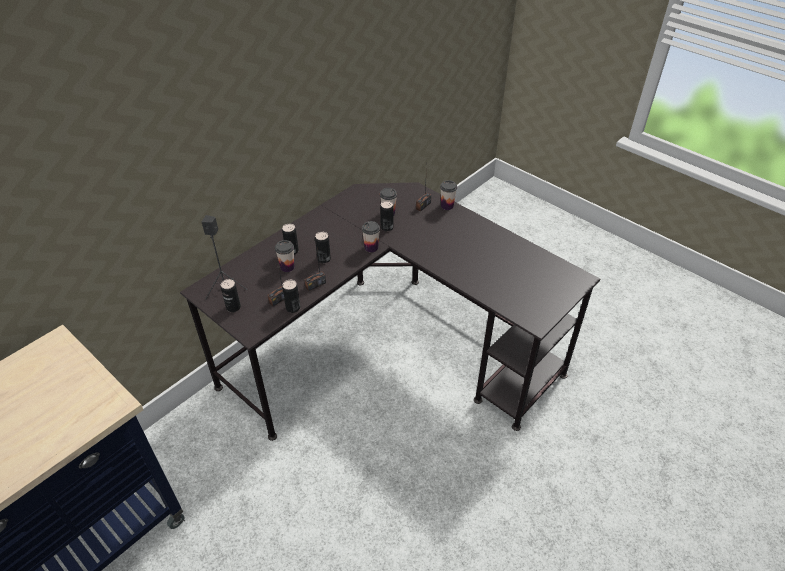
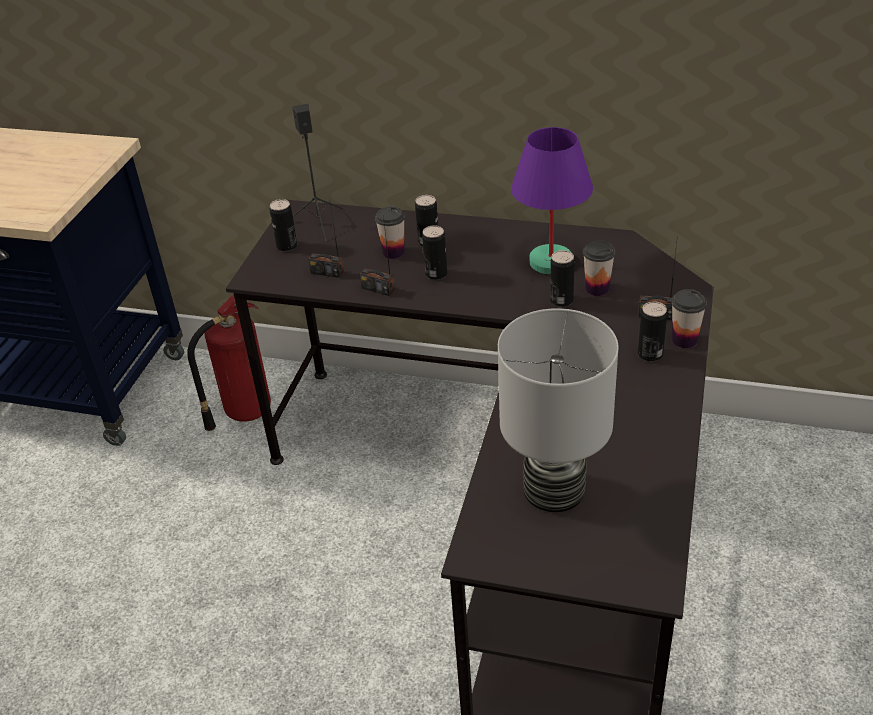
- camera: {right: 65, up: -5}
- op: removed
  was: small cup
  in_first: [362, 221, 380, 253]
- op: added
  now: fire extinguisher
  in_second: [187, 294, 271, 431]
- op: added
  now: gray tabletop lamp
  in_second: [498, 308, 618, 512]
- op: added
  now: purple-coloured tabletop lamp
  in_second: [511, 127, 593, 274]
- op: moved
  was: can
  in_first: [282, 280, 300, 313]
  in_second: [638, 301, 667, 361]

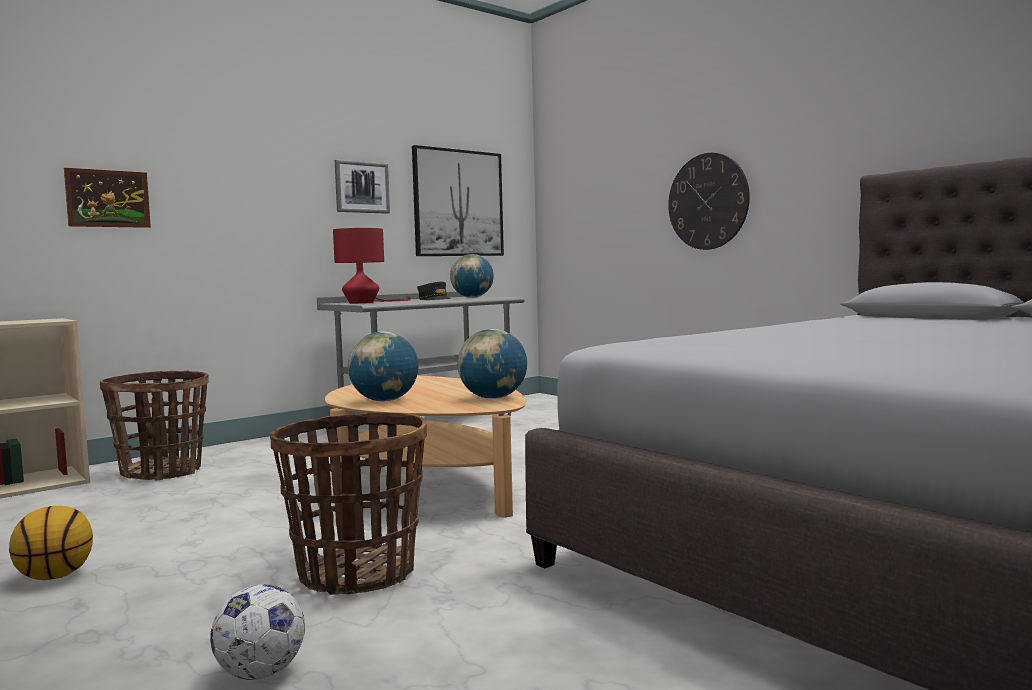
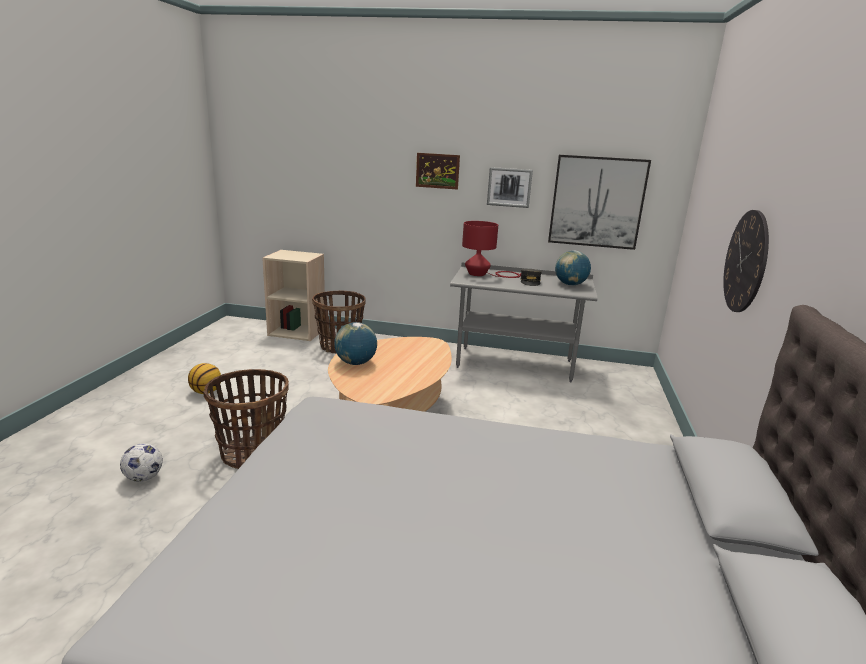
- camera: {right: 50, up: 15}
- op: removed
  was: world globe
  in_first: [457, 329, 527, 399]
- op: moved
  was: wall art
  in_first: [64, 168, 151, 228]
  in_second: [416, 153, 460, 190]

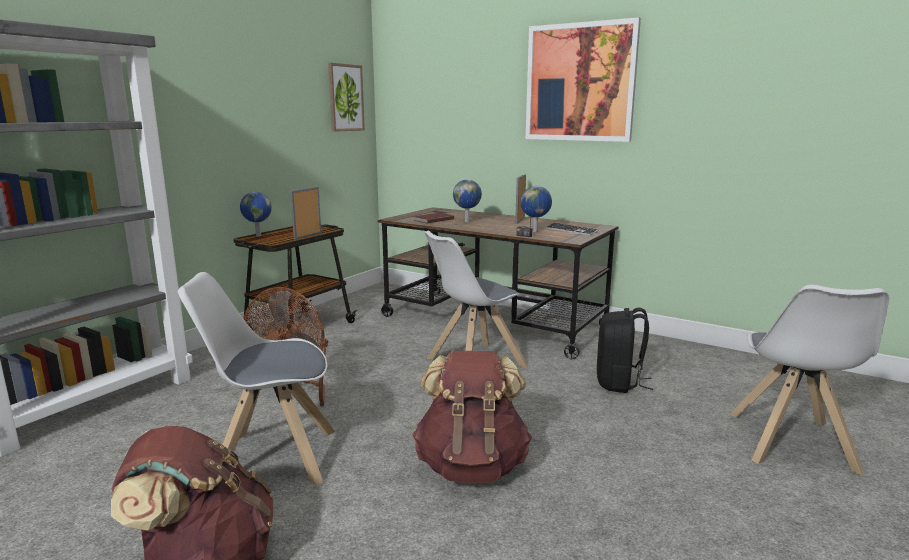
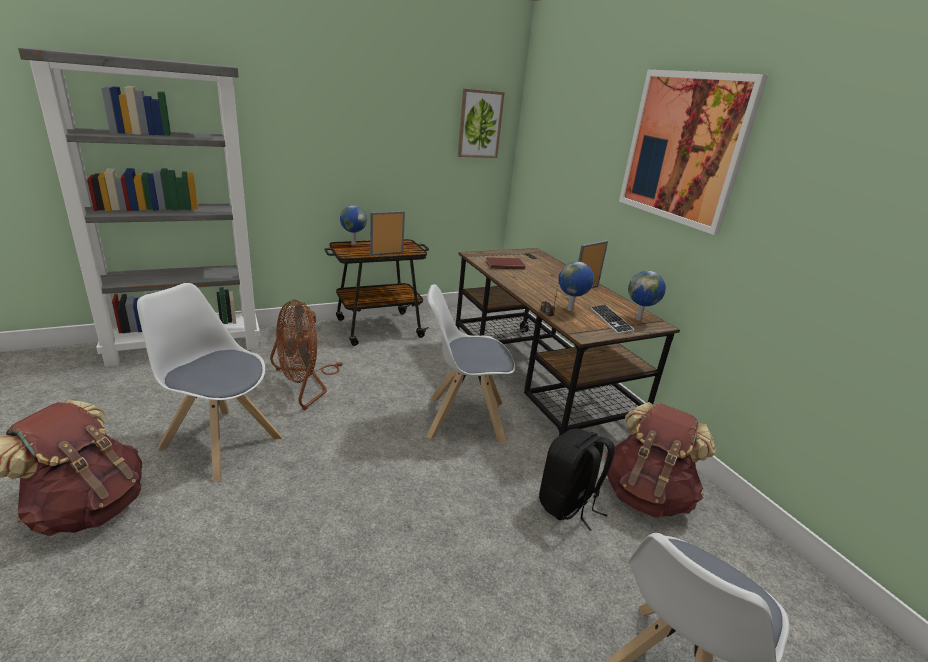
- camera: {right: 30, up: 10}
- op: moved
  was: brown-coloured backpack
  in_first: [413, 351, 532, 483]
  in_second: [604, 402, 716, 518]
- op: moved
  was: world globe
  in_first: [453, 180, 482, 222]
  in_second: [628, 271, 666, 321]

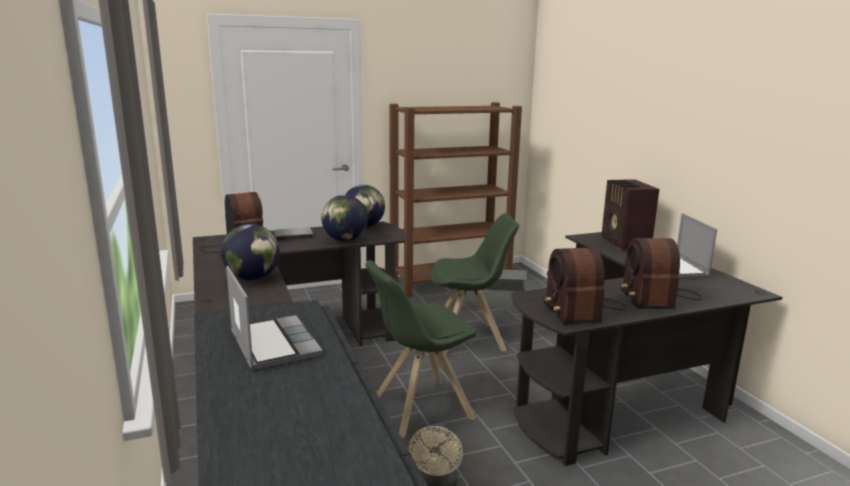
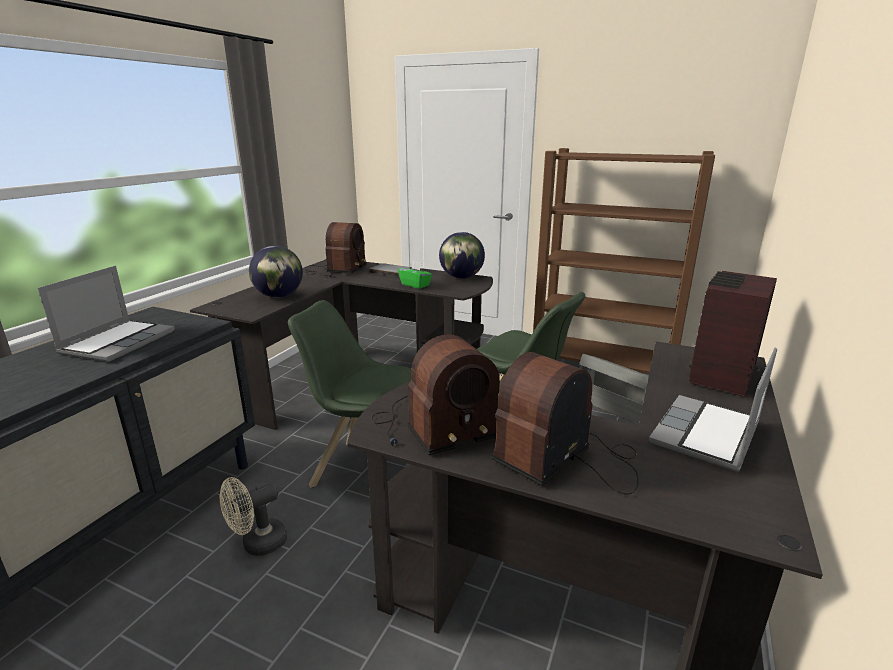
- camera: {right: 45, up: 5}
- op: replaced
  was: world globe
  now: greenish tissue holder
  in_first: [321, 195, 368, 242]
  in_second: [398, 261, 432, 289]
- op: turned
  was: radio receiver
  in_first: [544, 247, 627, 325]
  in_second: [371, 334, 500, 455]
  clockwise: -150

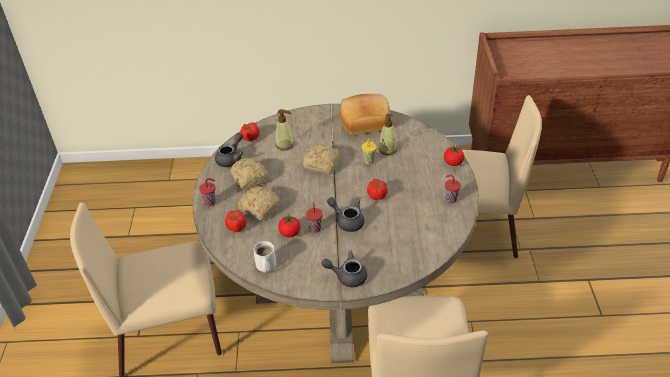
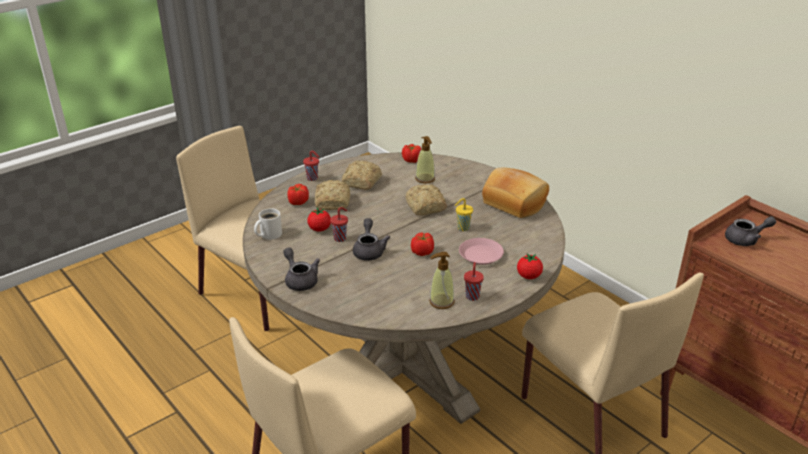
- camera: {right: 50, up: -10}
- op: added
  now: pink-coloured flat dish
  in_second: [459, 238, 504, 265]
- op: moved
  was: gray teapot
  in_first: [215, 133, 243, 167]
  in_second: [725, 216, 776, 246]
- op: moved
  was: liquid soap bottle
  in_first: [379, 114, 397, 155]
  in_second: [429, 252, 455, 309]

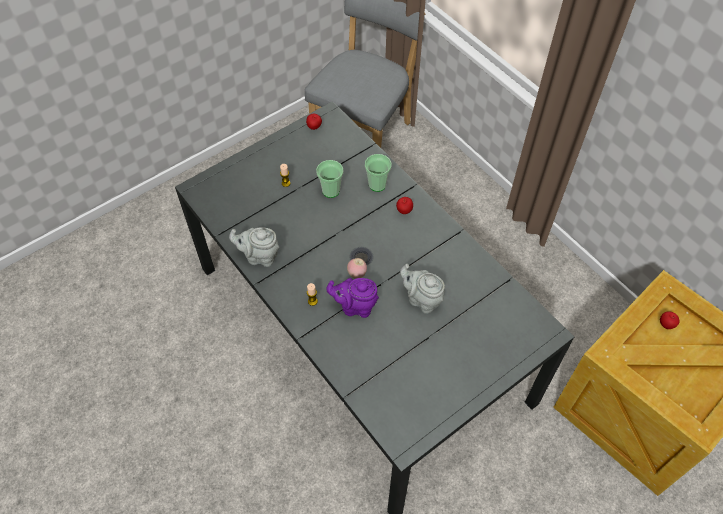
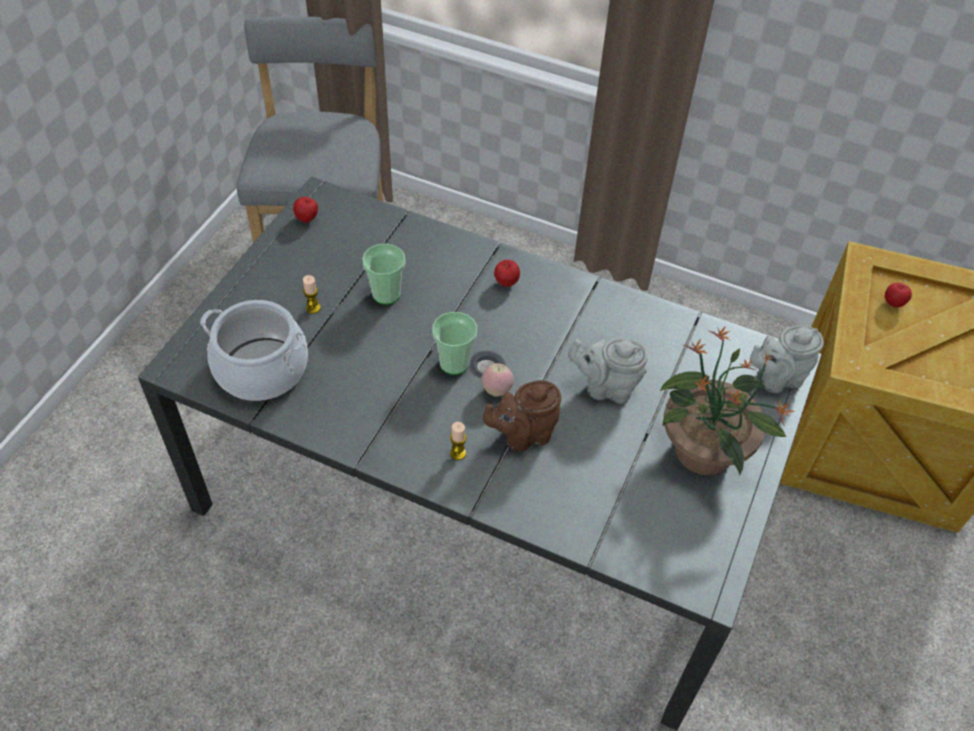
- camera: {right: -30, up: -5}
- op: added
  now: saucepot
  in_second: [200, 300, 308, 401]
- op: added
  now: plant in a pot
  in_second: [660, 326, 795, 475]
- op: moved
  was: gray teapot
  in_first: [229, 227, 280, 267]
  in_second: [750, 325, 824, 393]
- op: moved
  was: small cup
  in_first: [365, 154, 392, 192]
  in_second: [432, 312, 477, 375]
- op: recoloured
  was: purple-coloured teapot
  now: brown-coloured teapot
  in_first: [326, 278, 379, 318]
  in_second: [483, 380, 561, 452]

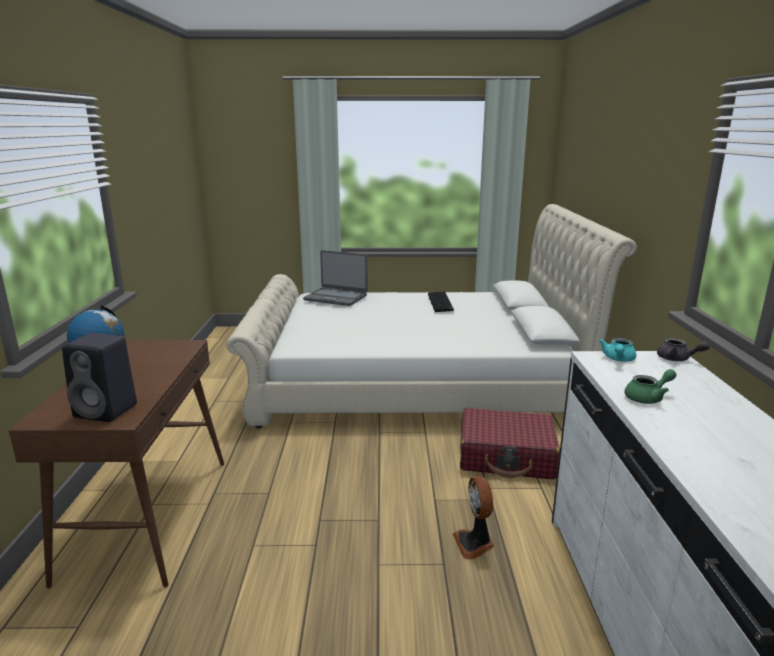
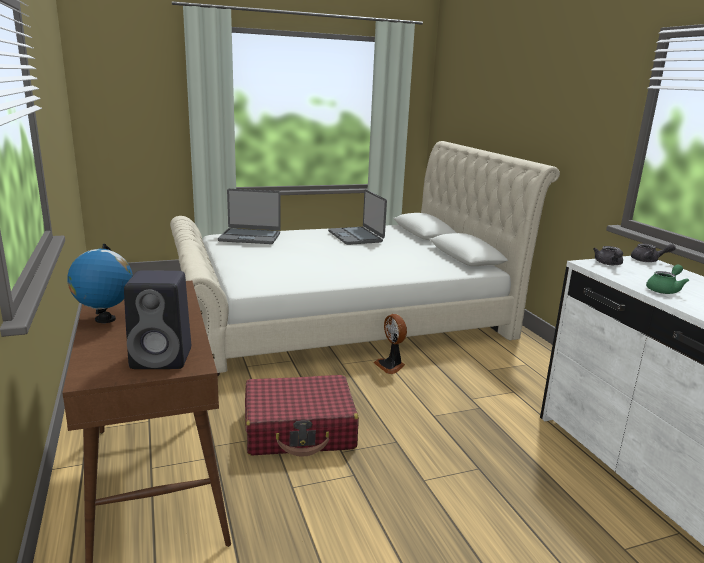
- camera: {right: -20, up: 0}
- op: moved
  was: cooling fan
  in_first: [453, 476, 494, 560]
  in_second: [373, 314, 407, 374]
- op: moved
  was: reddish suitcase
  in_first: [460, 408, 560, 479]
  in_second: [245, 375, 359, 457]
- op: replaced
  was: computer keyboard
  now: laptop
  in_first: [428, 291, 454, 312]
  in_second: [328, 189, 387, 245]
- op: recoloured
  was: turquoise teapot
  now: gray teapot
  in_first: [599, 338, 636, 362]
  in_second: [593, 246, 623, 265]

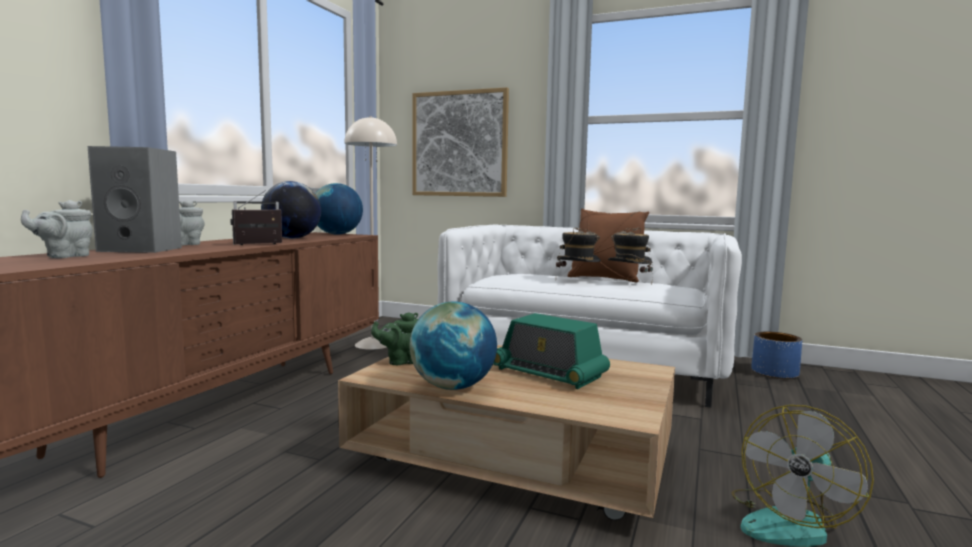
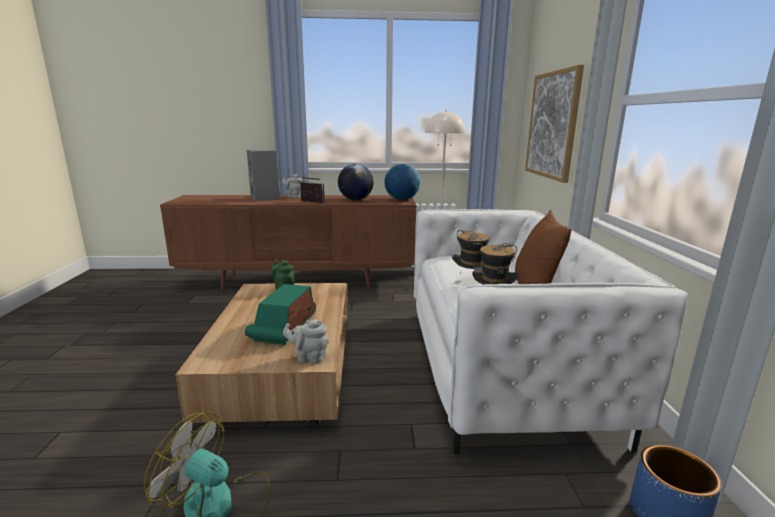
- camera: {right: 65, up: 10}
- op: removed
  was: world globe
  in_first: [409, 301, 497, 390]
- op: moved
  was: gray teapot
  in_first: [21, 200, 93, 258]
  in_second: [283, 319, 329, 363]

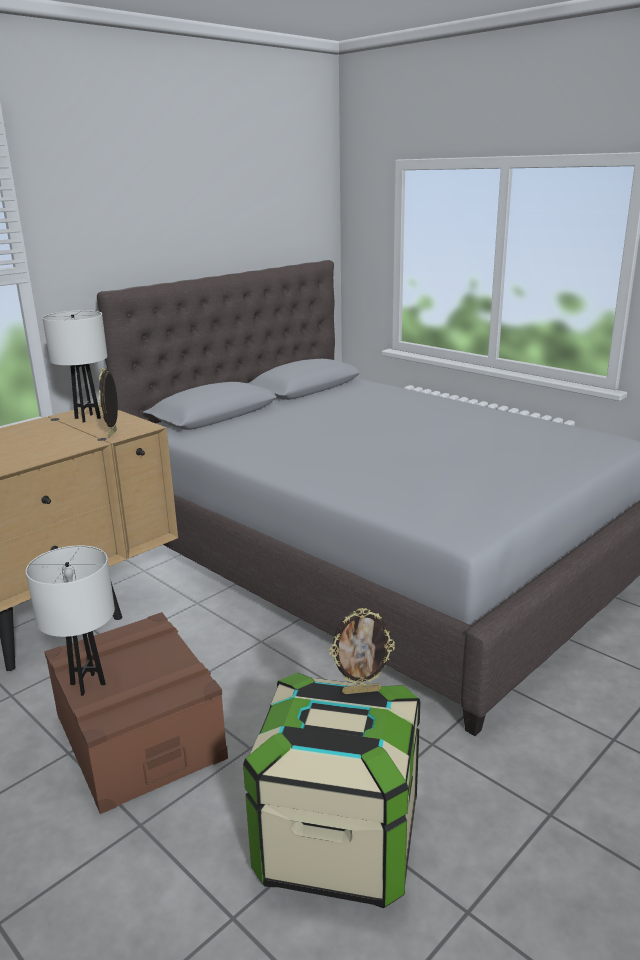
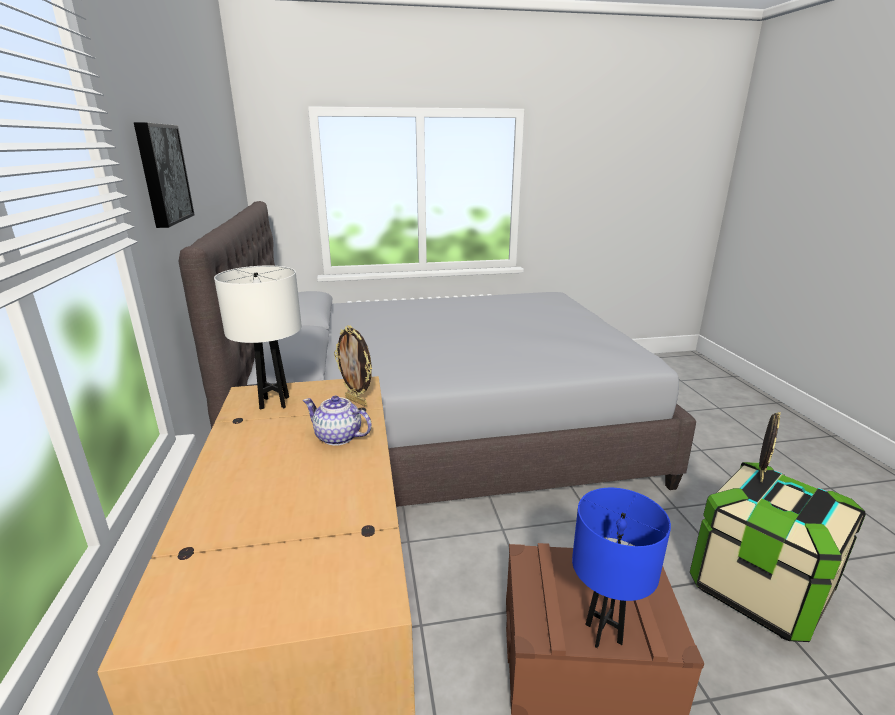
- camera: {right: -55, up: 0}
- op: added
  now: wall art
  in_second: [134, 122, 195, 228]
- op: added
  now: teapot
  in_second: [303, 396, 372, 446]
- op: recoloured
  was: white tabletop lamp
  now: bluish tabletop lamp
  in_first: [26, 545, 115, 696]
  in_second: [572, 488, 671, 648]

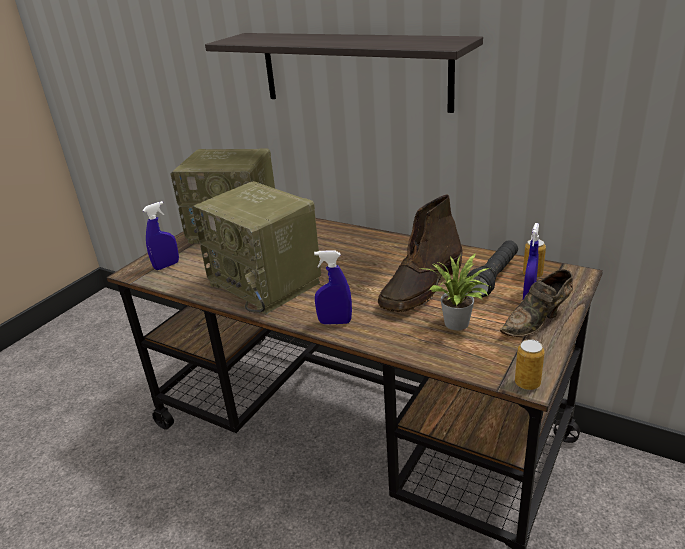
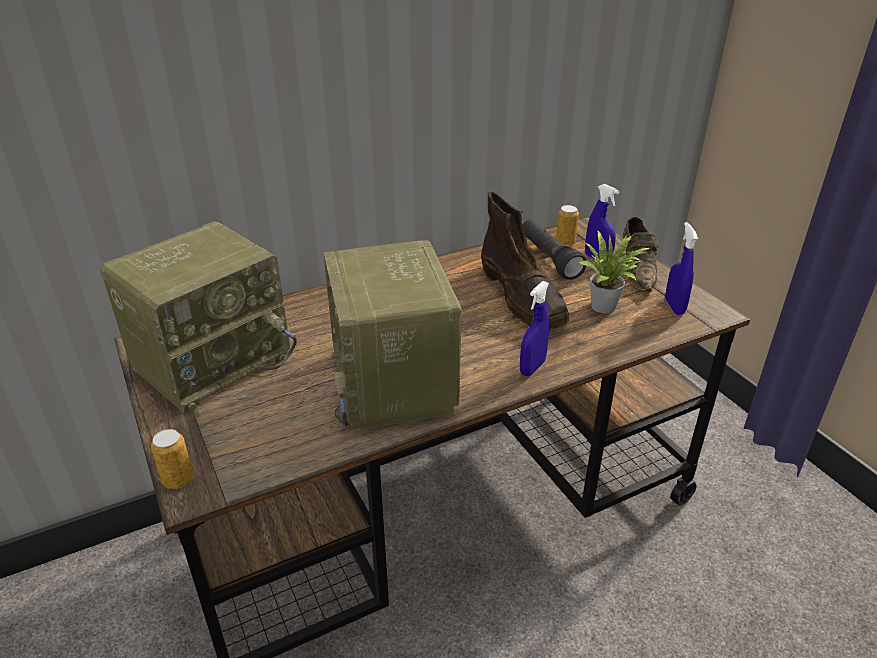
- camera: {right: -60, up: 5}
- op: removed
  was: wall shelf
  in_first: [205, 33, 483, 113]
- op: moved
  was: bluish spray bottle
  in_first: [143, 201, 179, 270]
  in_second: [665, 222, 698, 315]
- op: moved
  was: can
  in_first: [515, 339, 544, 390]
  in_second: [151, 429, 193, 489]
- op: turned
  was: radio receiver
  in_first: [192, 181, 321, 314]
  in_second: [324, 240, 462, 431]
  clockwise: 90

